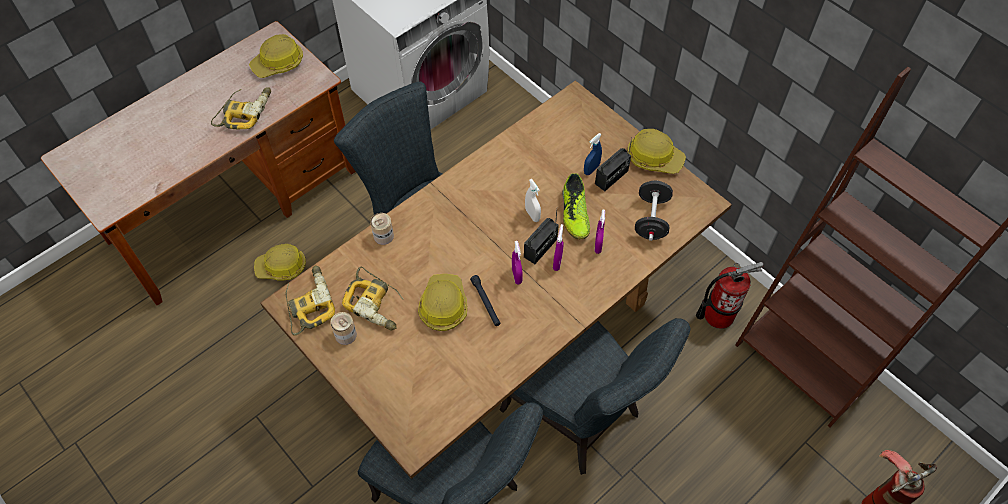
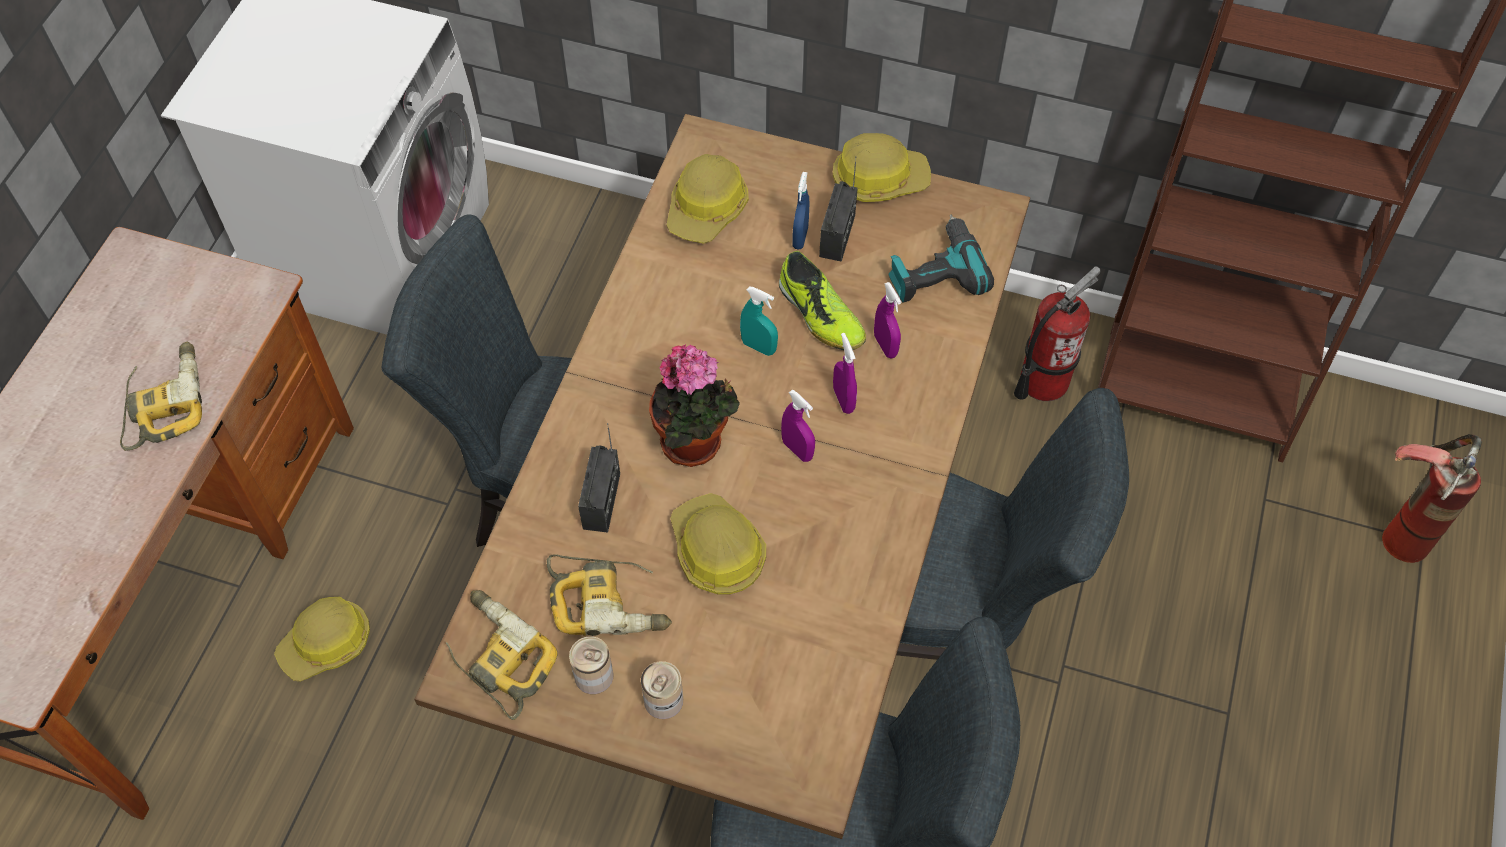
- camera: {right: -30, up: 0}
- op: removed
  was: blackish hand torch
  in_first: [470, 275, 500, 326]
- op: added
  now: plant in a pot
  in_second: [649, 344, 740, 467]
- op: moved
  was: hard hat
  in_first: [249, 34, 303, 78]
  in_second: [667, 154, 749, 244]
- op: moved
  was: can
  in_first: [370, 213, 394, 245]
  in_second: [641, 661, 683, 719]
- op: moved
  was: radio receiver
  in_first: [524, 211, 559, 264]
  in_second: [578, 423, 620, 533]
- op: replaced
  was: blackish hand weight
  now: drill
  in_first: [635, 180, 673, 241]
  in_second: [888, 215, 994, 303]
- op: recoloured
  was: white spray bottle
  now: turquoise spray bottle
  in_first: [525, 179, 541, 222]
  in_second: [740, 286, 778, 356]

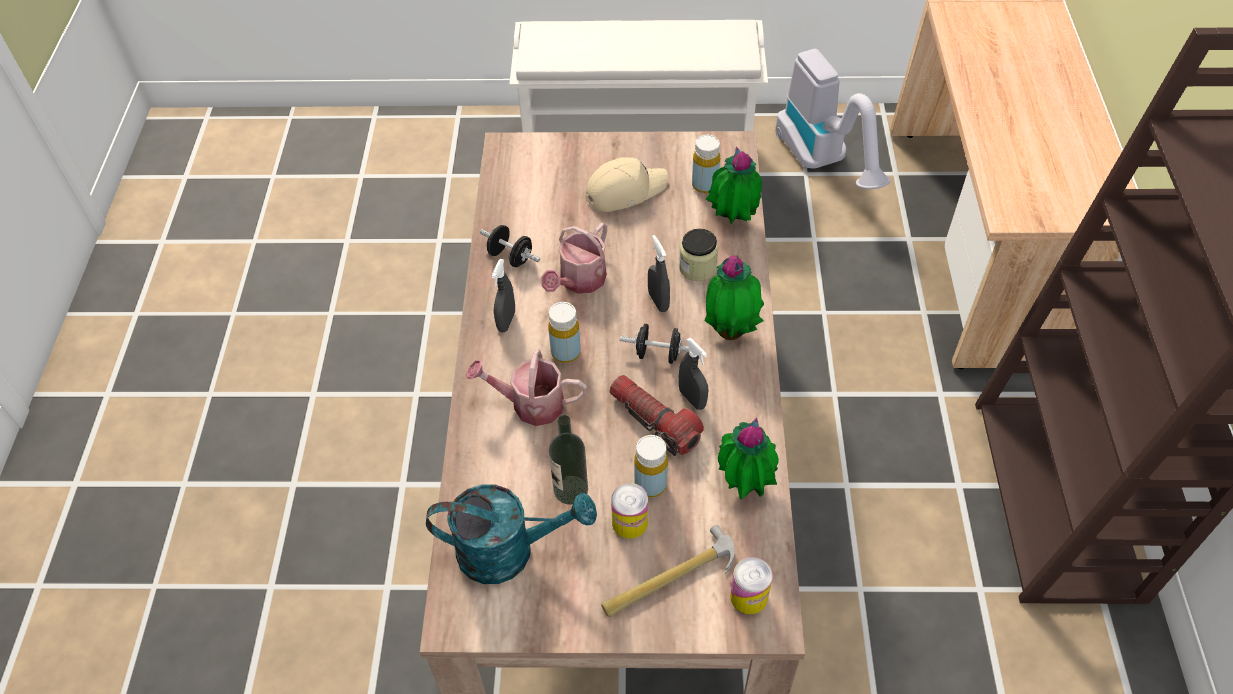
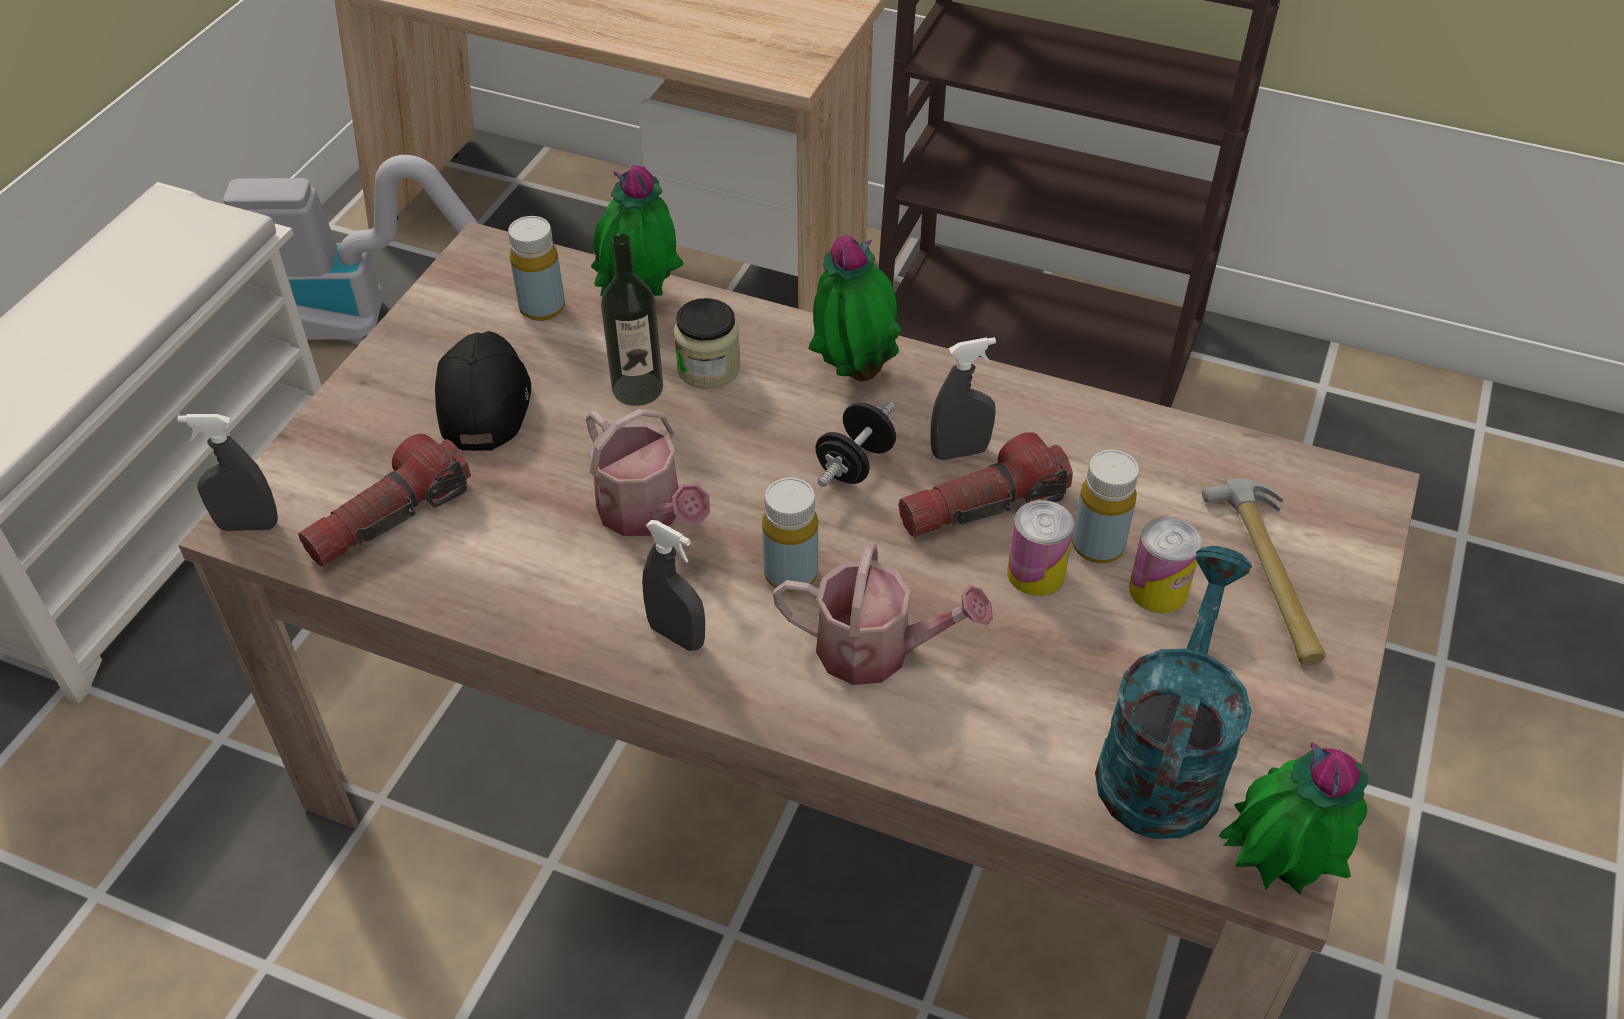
- camera: {right: -70, up: -5}
- op: removed
  was: blackish hand weight
  in_first: [480, 225, 540, 267]
- op: added
  now: hand torch
  in_second: [298, 434, 471, 567]
- op: moved
  was: drink bottle
  in_first: [549, 415, 588, 505]
  in_second: [601, 233, 663, 406]
- op: moved
  was: gray spray bottle
  in_first: [648, 235, 670, 312]
  in_second: [178, 414, 278, 531]
- op: moved
  was: plant in a pot
  in_first: [718, 418, 779, 500]
  in_second: [1219, 742, 1368, 894]
- op: moved
  was: can
  in_first: [730, 557, 773, 614]
  in_second: [1007, 500, 1075, 596]
- op: recoloured
  was: beige-coloured baseball cap
  now: blackish baseball cap
  in_first: [586, 157, 668, 212]
  in_second: [435, 331, 531, 451]
- op: turned
  was: watering pot
  in_first: [466, 349, 587, 426]
  in_second: [773, 543, 993, 685]
  clockwise: -105

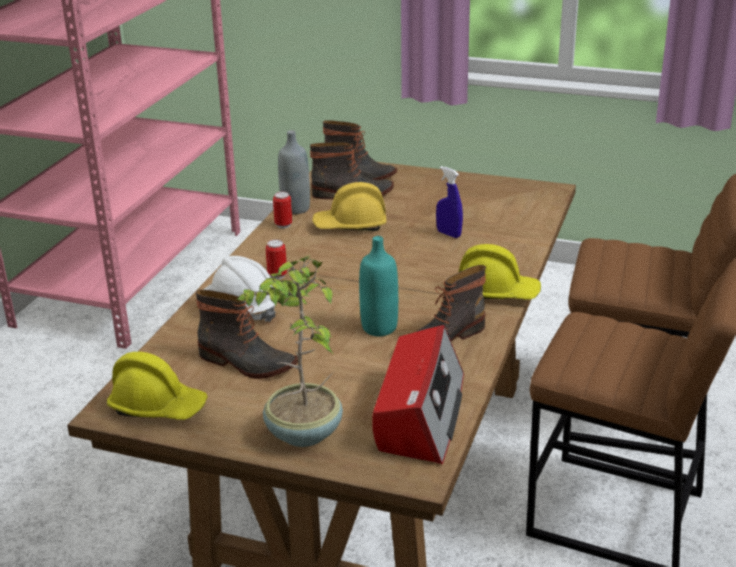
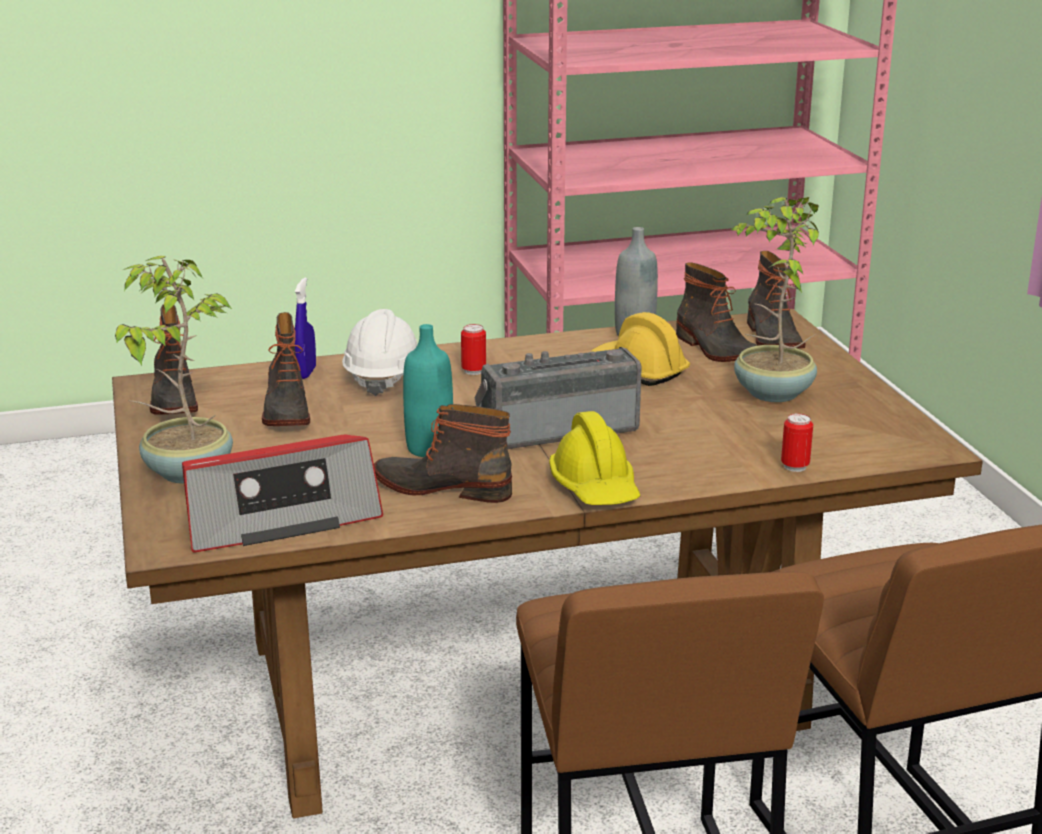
- camera: {right: 55, up: -5}
- op: added
  now: radio receiver
  in_second: [474, 347, 642, 449]
- op: added
  now: plant in a pot
  in_second: [731, 197, 819, 402]
- op: moved
  was: can
  in_first: [273, 192, 292, 228]
  in_second: [781, 413, 813, 472]
- op: moved
  was: bluish spray bottle
  in_first: [436, 166, 463, 238]
  in_second: [295, 278, 316, 379]
- op: replaced
  was: yellowish hard hat
  now: high-top boot
  in_first: [107, 352, 208, 420]
  in_second: [149, 304, 198, 415]

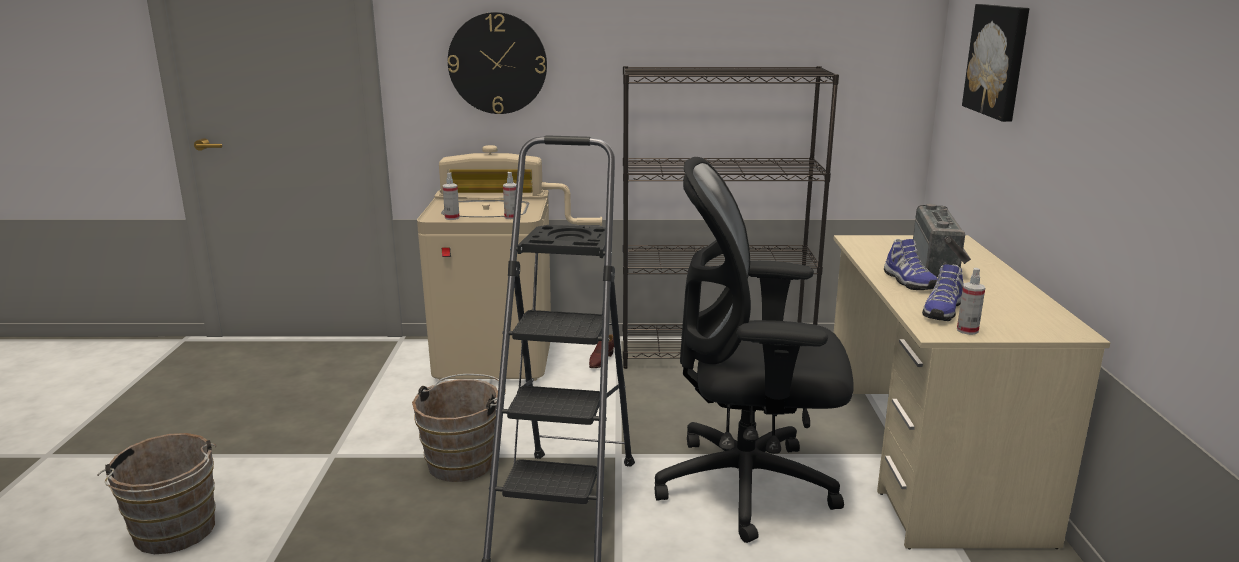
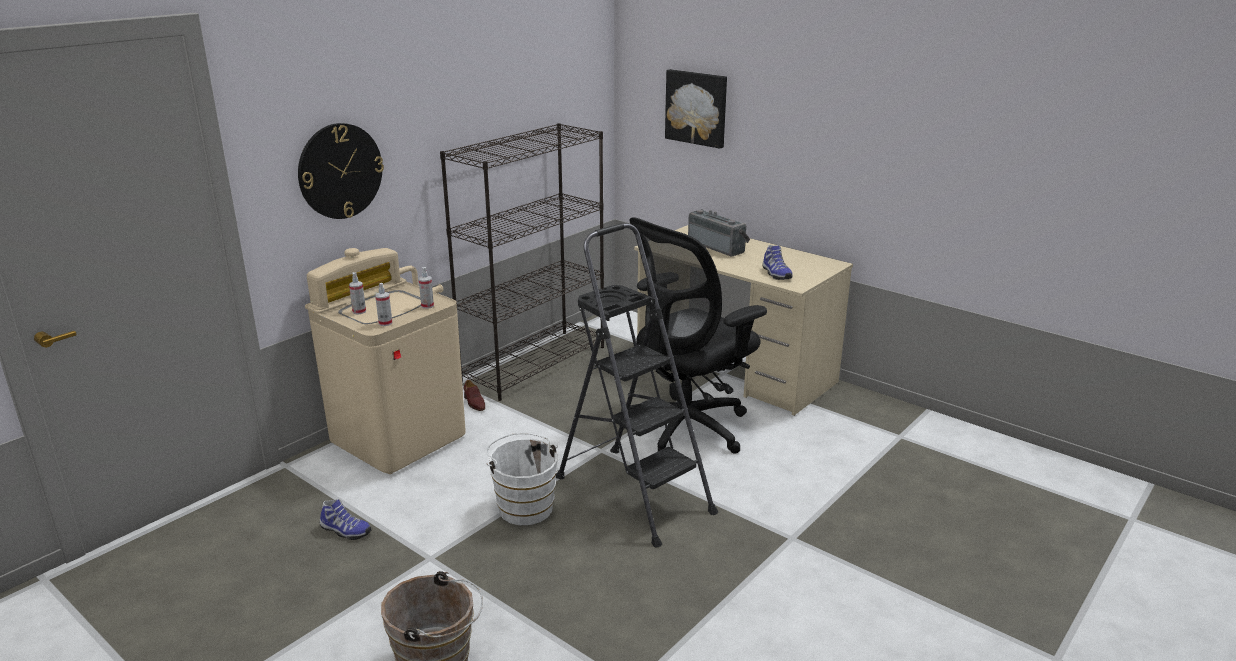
- camera: {right: -50, up: 5}
- op: moved
  was: shoe
  in_first: [884, 239, 937, 290]
  in_second: [320, 499, 371, 540]
- op: moved
  was: spray bottle
  in_first: [957, 268, 985, 335]
  in_second: [349, 272, 366, 314]
- op: recoloured
  was: brown-coloured bucket
  now: white bucket
  in_first: [412, 374, 506, 482]
  in_second: [486, 433, 558, 525]

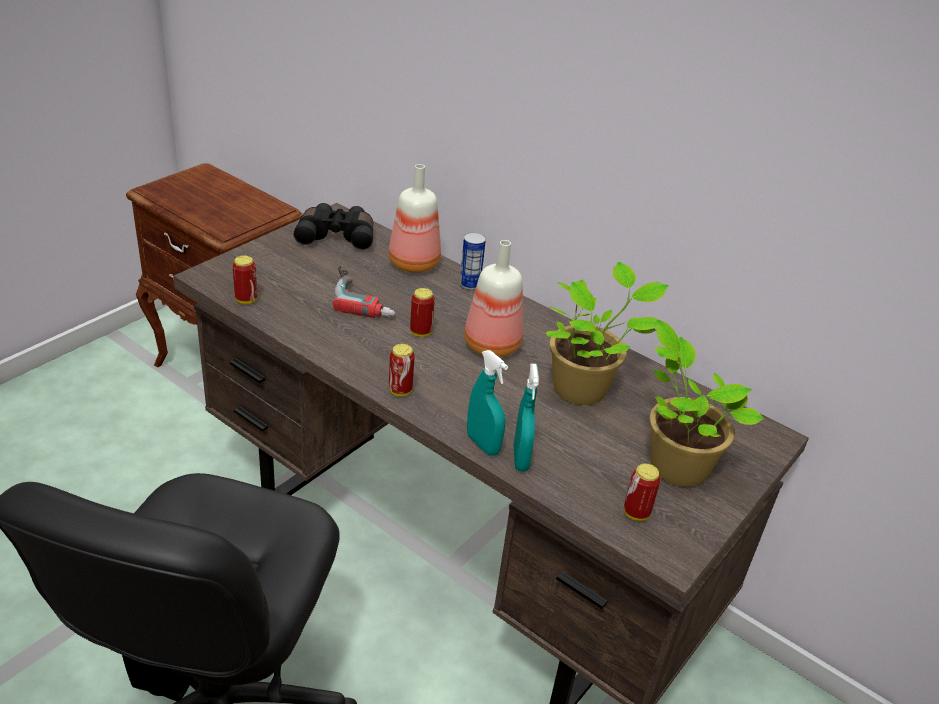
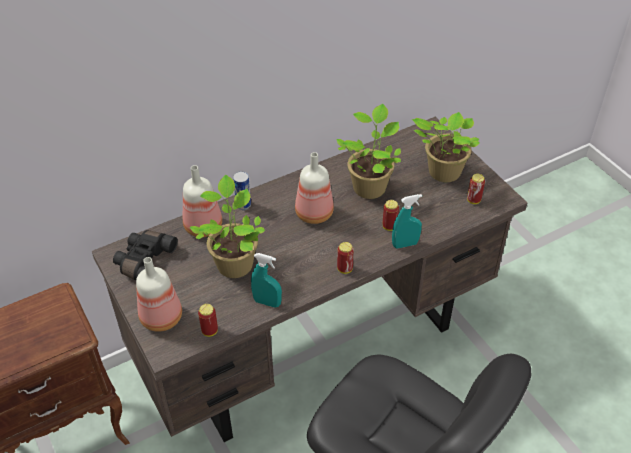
- camera: {right: -65, up: 10}
- op: added
  now: drink bottle
  in_second: [136, 257, 182, 332]
- op: moved
  was: can
  in_first: [410, 288, 435, 337]
  in_second: [383, 200, 399, 231]
- op: moved
  was: turquoise spray bottle
  in_first: [514, 363, 539, 472]
  in_second: [251, 253, 282, 308]
- op: replaced
  was: drill
  now: plant in a pot
  in_first: [332, 266, 396, 318]
  in_second: [190, 175, 265, 278]

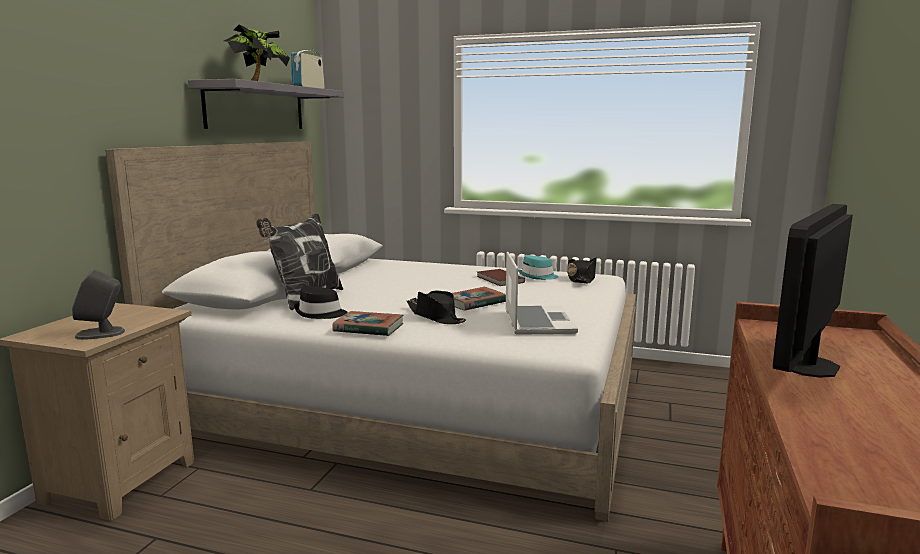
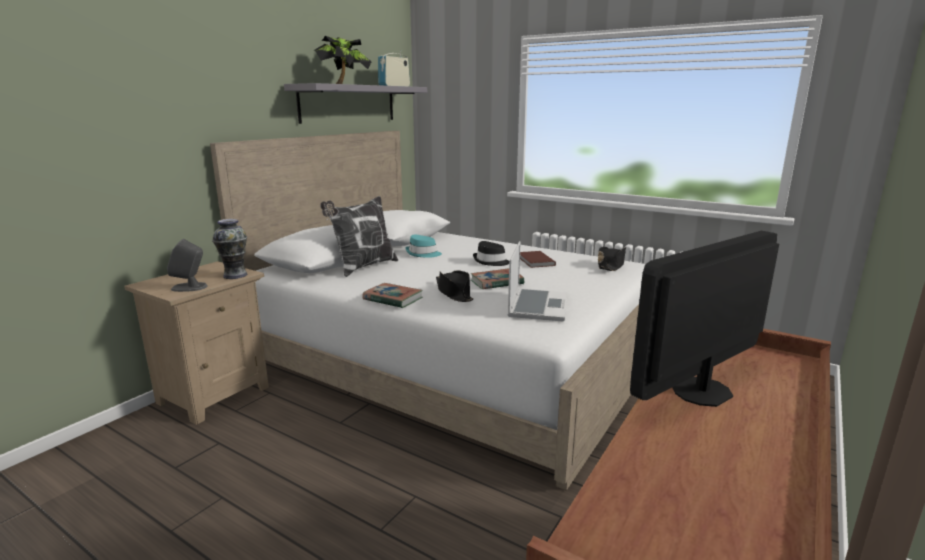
- camera: {right: 15, up: 5}
- op: added
  now: vase
  in_second: [212, 219, 247, 279]
- op: moved
  was: blackish clothing hat
  in_first: [294, 286, 348, 319]
  in_second: [473, 241, 509, 266]
- op: moved
  was: turquoise clothing hat
  in_first: [518, 255, 559, 280]
  in_second: [405, 235, 442, 258]

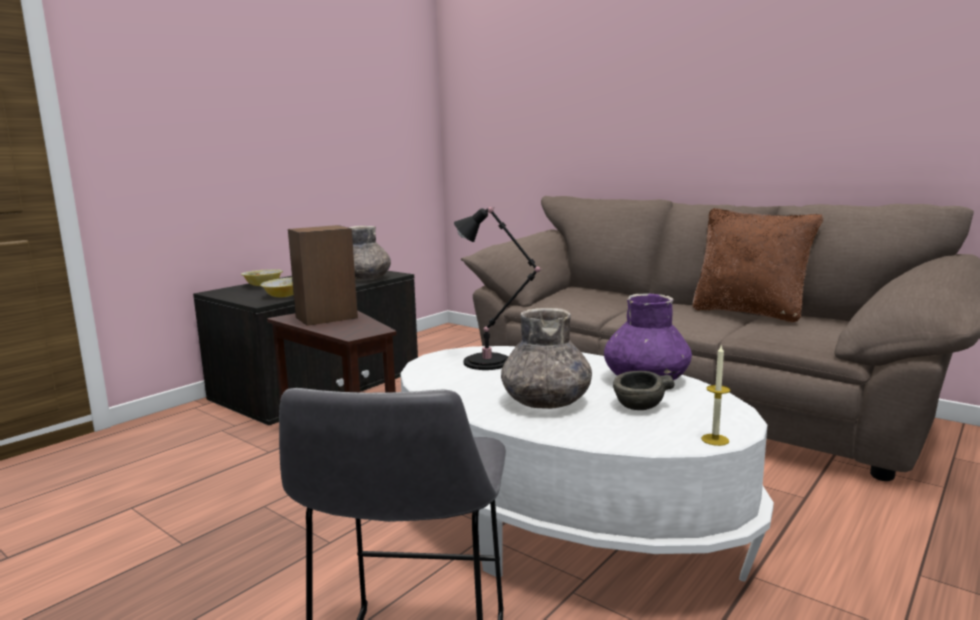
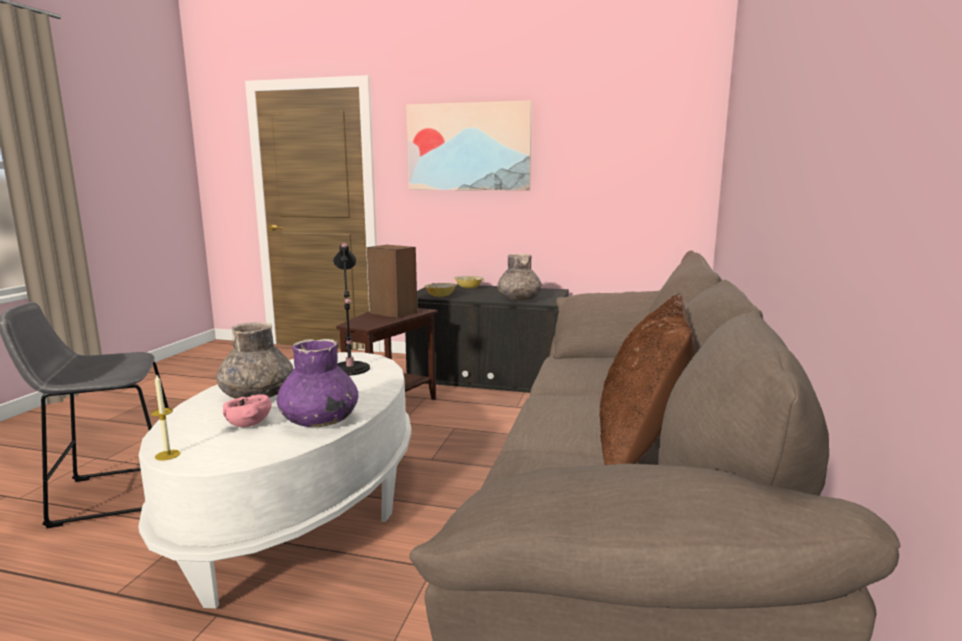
- camera: {right: 65, up: 0}
- op: added
  now: wall art
  in_second: [406, 100, 532, 190]
- op: recoloured
  was: gray serving bowl
  now: pink-coloured serving bowl
  in_first: [613, 371, 675, 410]
  in_second: [223, 394, 271, 427]

